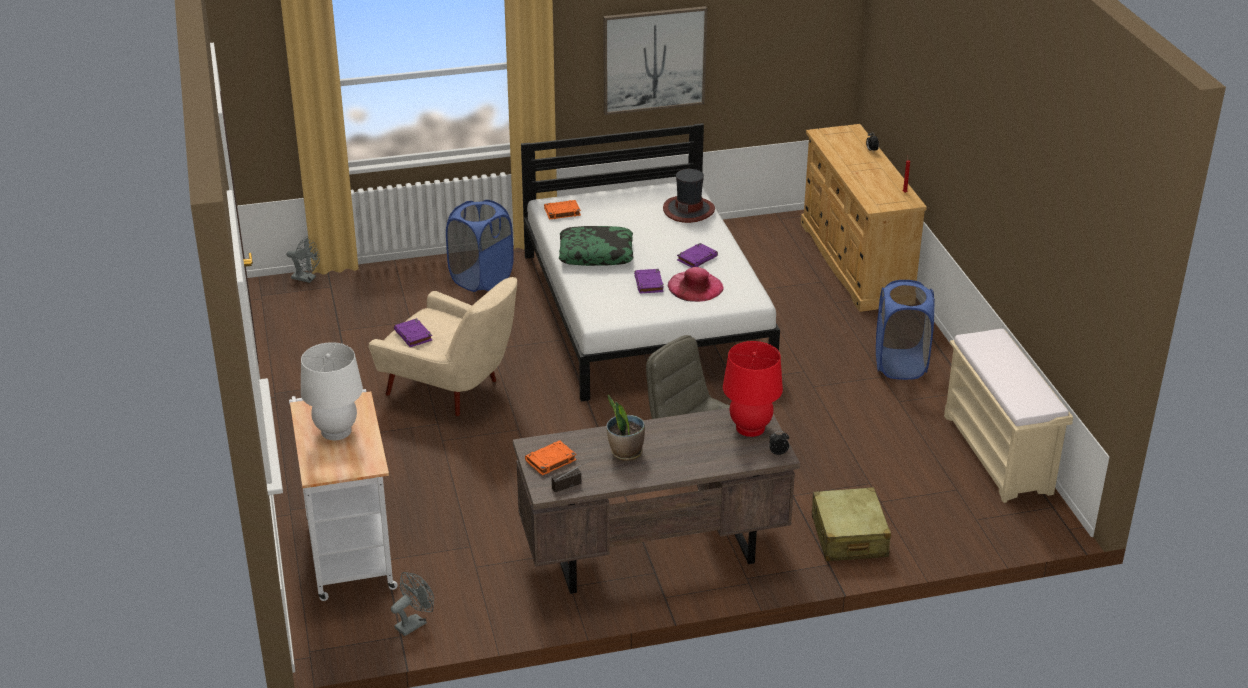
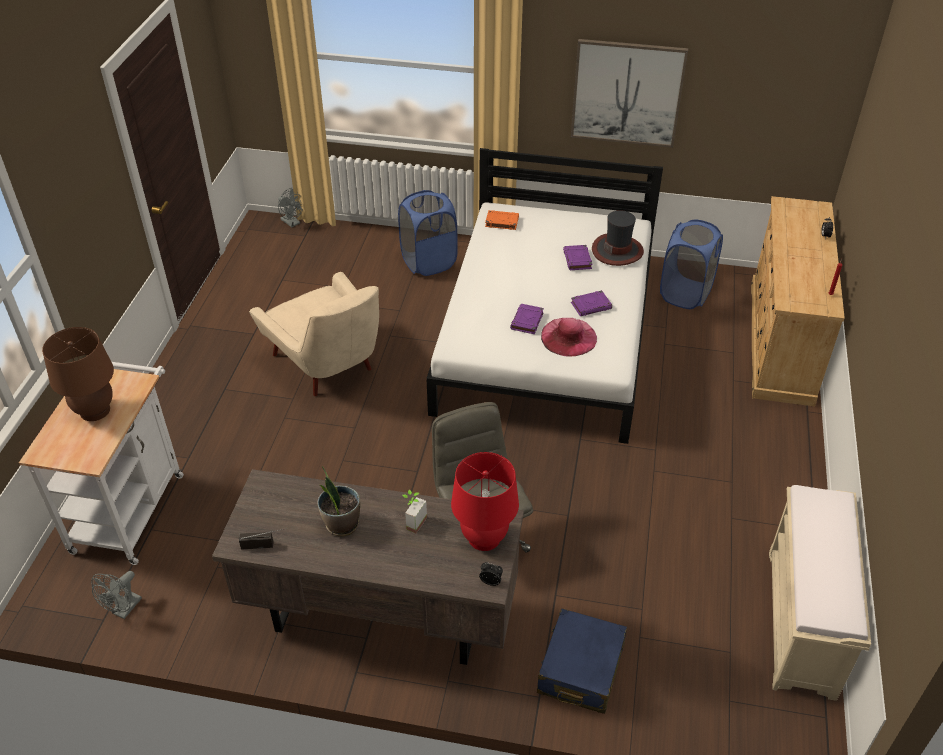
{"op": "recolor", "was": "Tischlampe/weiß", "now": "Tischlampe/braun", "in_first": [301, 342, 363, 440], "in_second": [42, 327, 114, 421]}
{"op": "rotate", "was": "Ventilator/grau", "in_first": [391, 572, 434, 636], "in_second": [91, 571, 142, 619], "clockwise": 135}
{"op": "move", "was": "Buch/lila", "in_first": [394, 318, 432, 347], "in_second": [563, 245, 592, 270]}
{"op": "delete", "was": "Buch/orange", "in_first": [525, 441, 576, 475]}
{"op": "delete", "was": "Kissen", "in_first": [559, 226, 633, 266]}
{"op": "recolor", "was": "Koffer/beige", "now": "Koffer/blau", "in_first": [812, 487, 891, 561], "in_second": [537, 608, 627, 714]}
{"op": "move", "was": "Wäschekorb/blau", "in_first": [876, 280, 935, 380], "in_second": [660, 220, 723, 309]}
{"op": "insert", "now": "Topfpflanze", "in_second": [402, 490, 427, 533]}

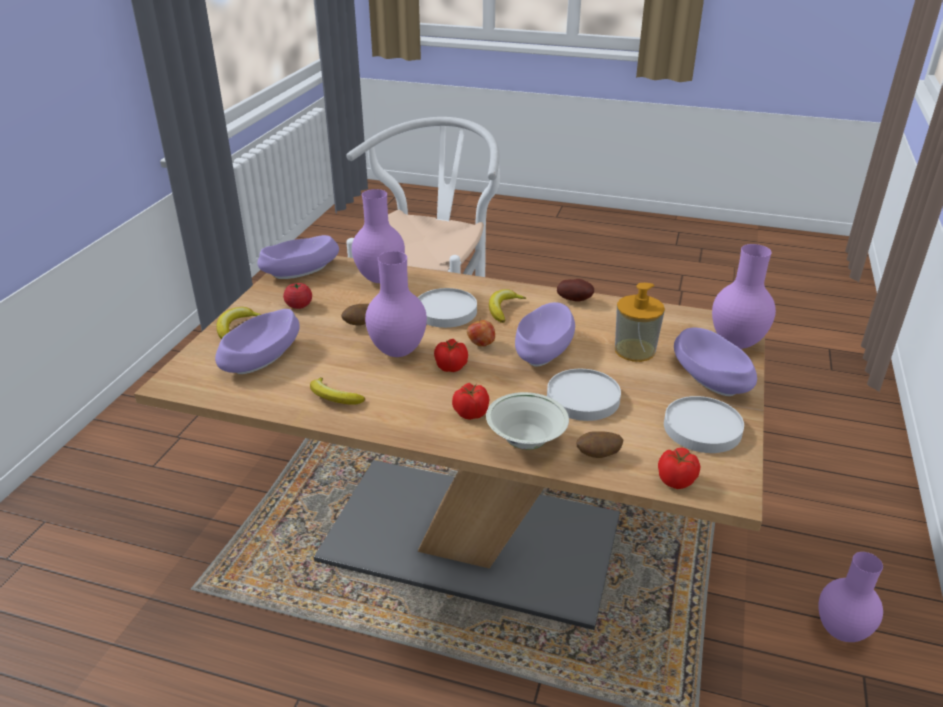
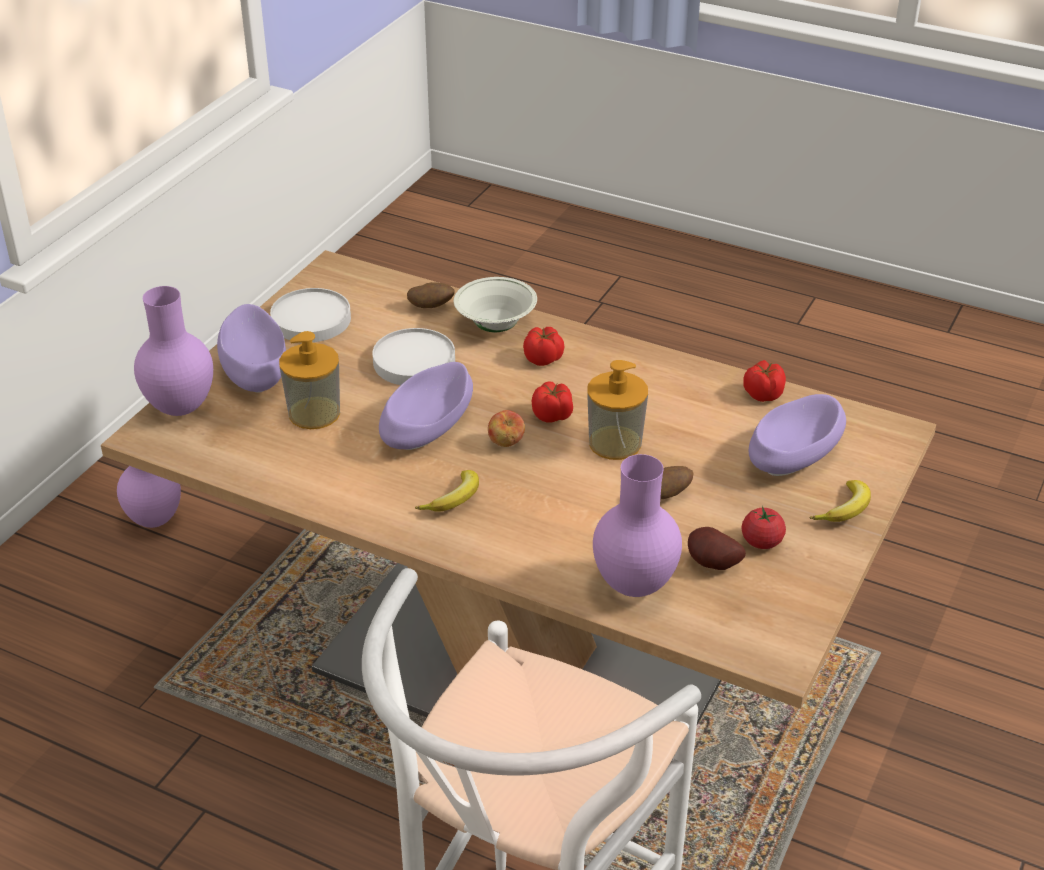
{"op": "delete", "was": "Schüssel/lila", "in_first": [257, 235, 339, 279]}
{"op": "delete", "was": "Banane", "in_first": [310, 377, 365, 405]}
{"op": "replace", "was": "Vase/lila", "now": "Seifenspender", "in_first": [365, 251, 427, 357], "in_second": [587, 360, 648, 460]}
{"op": "delete", "was": "Teller/weiß", "in_first": [418, 288, 477, 328]}
{"op": "move", "was": "Kartoffel", "in_first": [557, 279, 594, 302], "in_second": [688, 527, 746, 570]}
{"op": "move", "was": "Tomate", "in_first": [658, 448, 700, 489], "in_second": [743, 360, 786, 402]}

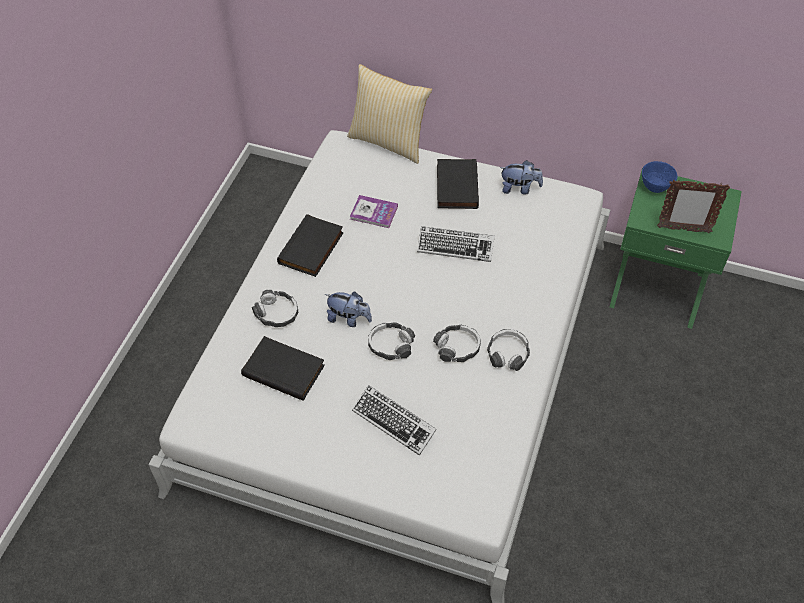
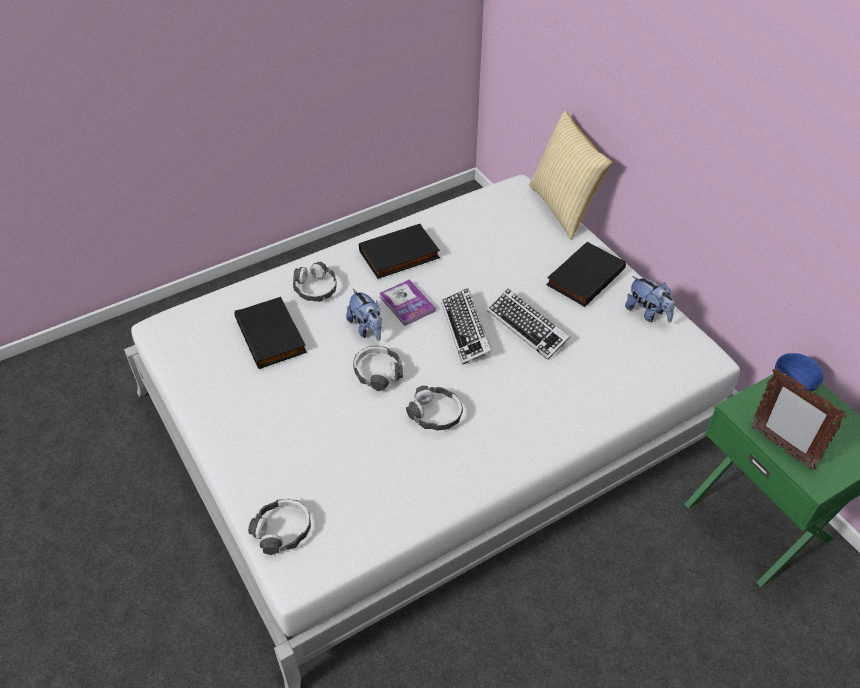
{"op": "move", "was": "Buch", "in_first": [350, 195, 398, 228], "in_second": [379, 280, 436, 326]}
{"op": "move", "was": "Tastatur", "in_first": [352, 385, 437, 456], "in_second": [441, 288, 492, 365]}
{"op": "move", "was": "Kopfhörer", "in_first": [487, 329, 530, 371], "in_second": [248, 499, 311, 555]}

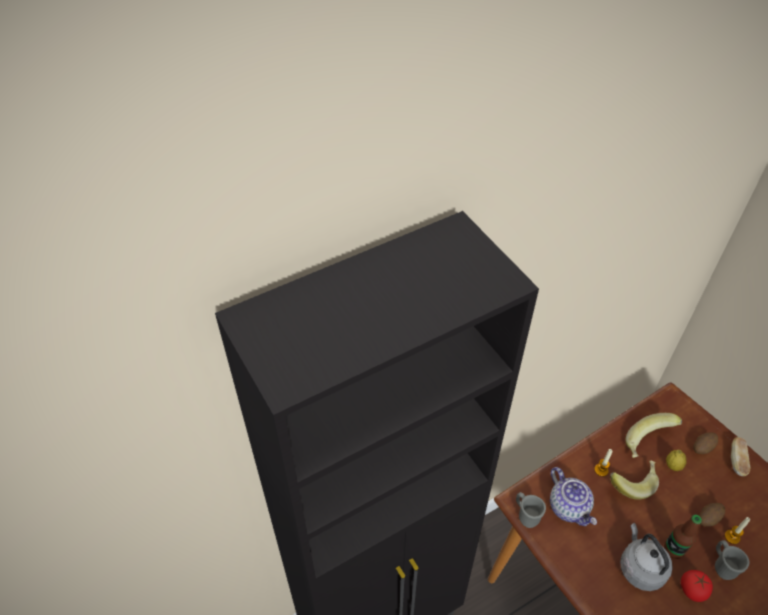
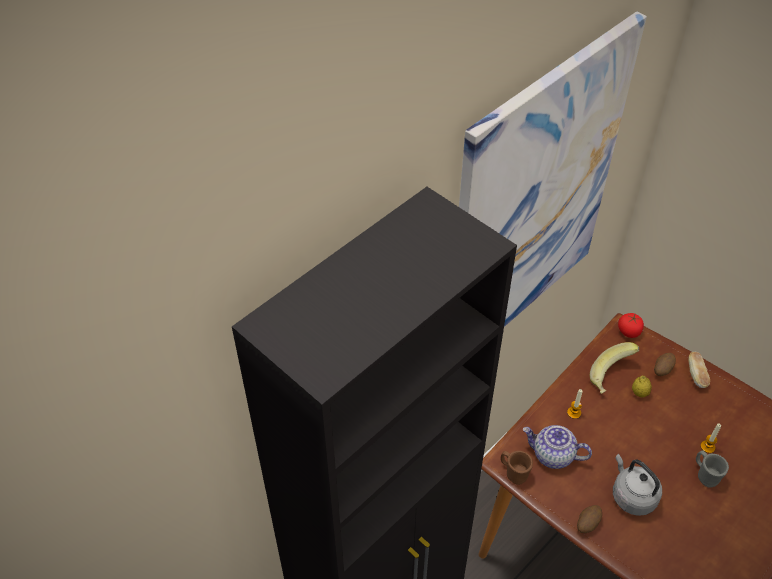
{"op": "recolor", "was": "Henkelbecher/grau", "now": "Henkelbecher/braun", "in_first": [516, 492, 546, 528], "in_second": [501, 451, 533, 485]}
{"op": "rotate", "was": "Teekanne", "in_first": [550, 467, 597, 526], "in_second": [522, 425, 592, 469], "clockwise": 150}
{"op": "delete", "was": "Banane", "in_first": [610, 460, 659, 500]}
{"op": "delete", "was": "Flasche", "in_first": [664, 515, 702, 559]}
{"op": "move", "was": "Tomate", "in_first": [681, 570, 713, 602], "in_second": [618, 313, 644, 338]}
{"op": "move", "was": "Kartoffel", "in_first": [699, 503, 725, 527], "in_second": [577, 505, 602, 533]}
{"op": "insert", "now": "Bild", "in_second": [459, 12, 647, 327]}

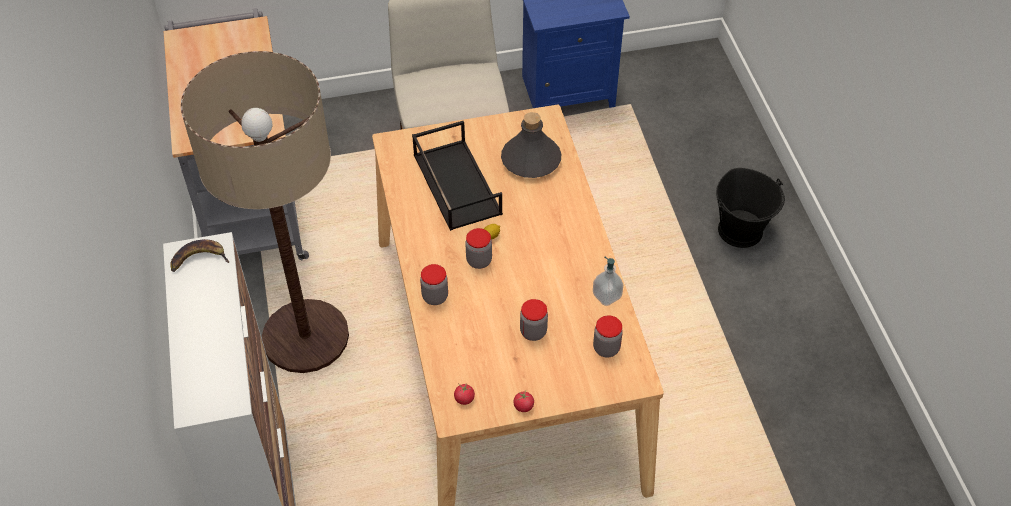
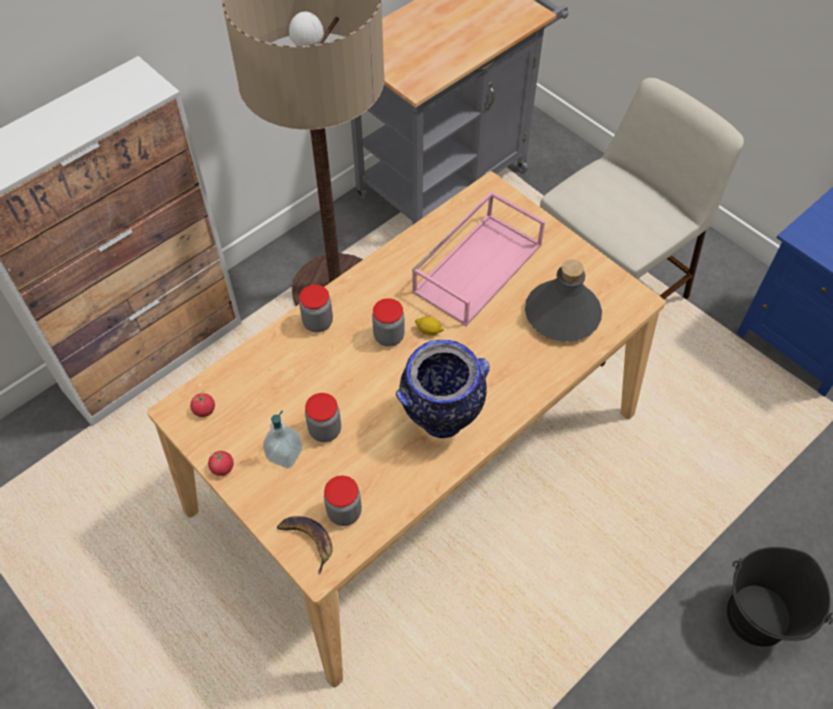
{"op": "move", "was": "Banane", "in_first": [170, 239, 230, 272], "in_second": [277, 516, 333, 574]}
{"op": "recolor", "was": "Tablett/schwarz", "now": "Tablett/rosa", "in_first": [412, 121, 503, 231], "in_second": [412, 191, 545, 326]}
{"op": "move", "was": "Seifenspender", "in_first": [593, 257, 623, 306], "in_second": [263, 410, 302, 468]}
{"op": "insert", "now": "Vase", "in_second": [396, 340, 490, 438]}

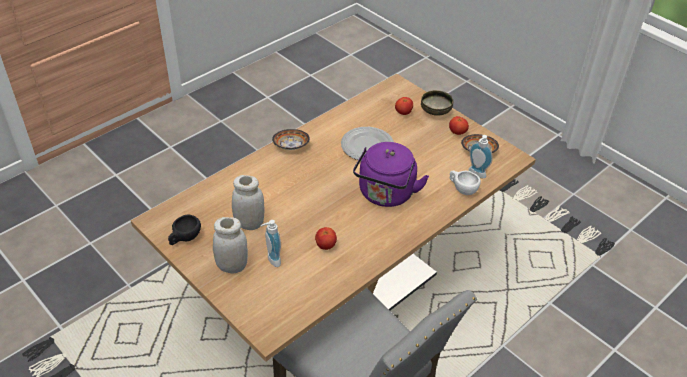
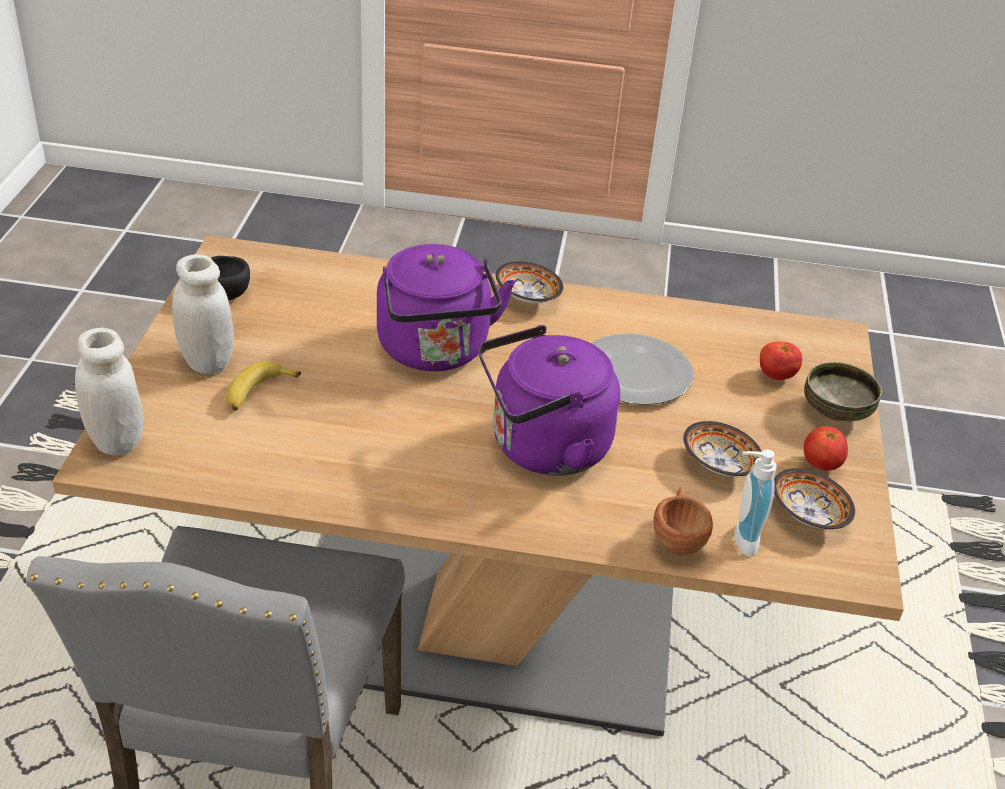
{"op": "move", "was": "Vorratsglas/weiß", "in_first": [232, 175, 265, 230], "in_second": [75, 328, 143, 456]}
{"op": "replace", "was": "Seifenspender", "now": "Banane", "in_first": [261, 220, 281, 267], "in_second": [226, 361, 301, 411]}
{"op": "delete", "was": "Tomate", "in_first": [315, 227, 337, 250]}
{"op": "recolor", "was": "Tasse/weiß", "now": "Tasse/braun", "in_first": [450, 171, 481, 195], "in_second": [654, 487, 713, 555]}
{"op": "insert", "now": "Wasserkessel/lila", "in_second": [377, 244, 515, 371]}
{"op": "insert", "now": "Schüssel", "in_second": [683, 421, 762, 476]}

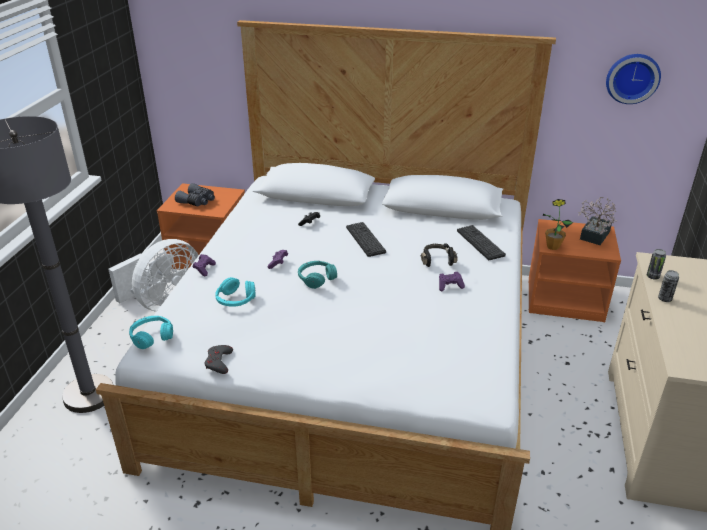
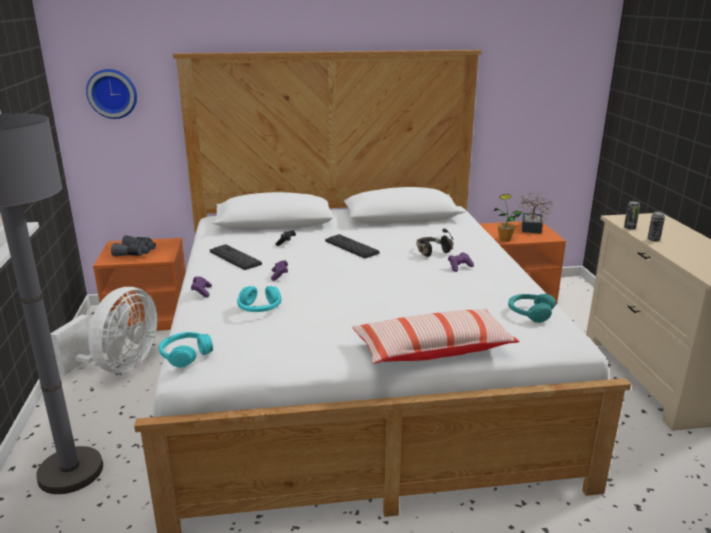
{"op": "delete", "was": "Gamepad/grau", "in_first": [205, 345, 233, 374]}
{"op": "move", "was": "Kopfhörer/türkis", "in_first": [298, 261, 337, 289], "in_second": [508, 294, 556, 323]}
{"op": "move", "was": "Tastatur", "in_first": [457, 225, 506, 260], "in_second": [210, 244, 262, 270]}
{"op": "move", "was": "Wanduhr", "in_first": [606, 54, 661, 104], "in_second": [86, 69, 137, 119]}
{"op": "insert", "now": "Kissen", "in_second": [352, 309, 519, 364]}

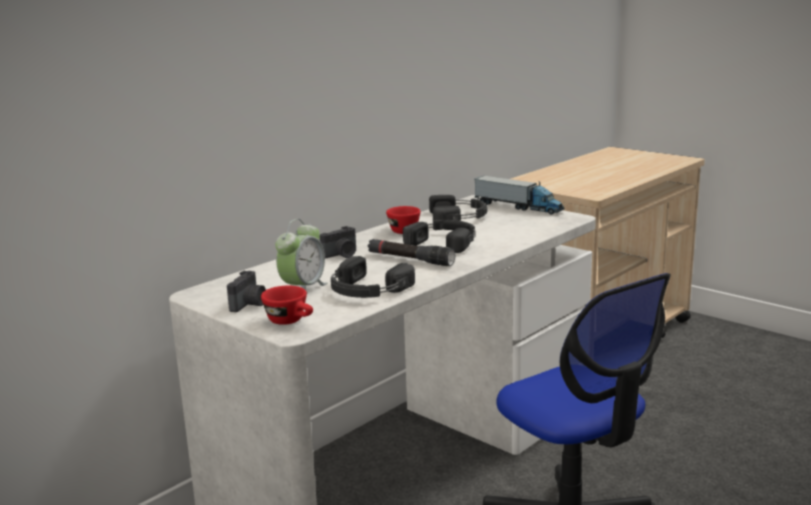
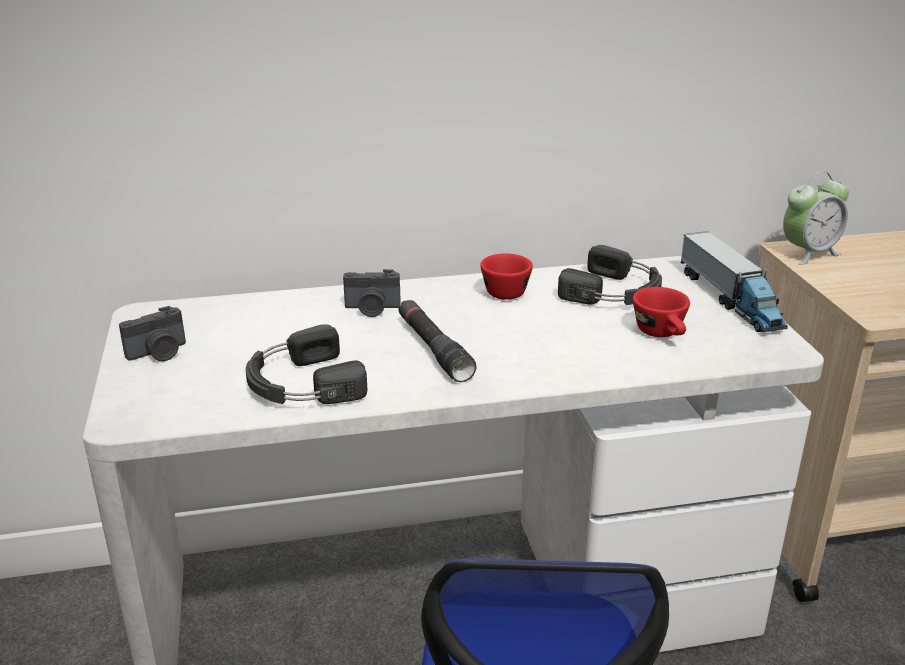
{"op": "move", "was": "Tasse/rot", "in_first": [261, 286, 313, 325], "in_second": [633, 287, 690, 337]}
{"op": "move", "was": "Wecker", "in_first": [275, 219, 327, 290], "in_second": [783, 172, 849, 265]}
{"op": "delete", "was": "Kopfhörer/schwarz", "in_first": [403, 220, 476, 253]}

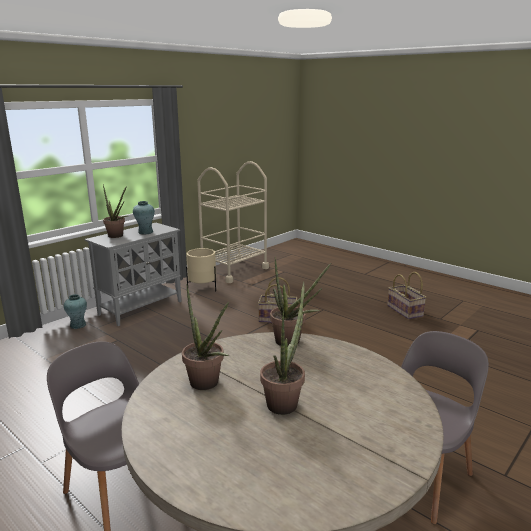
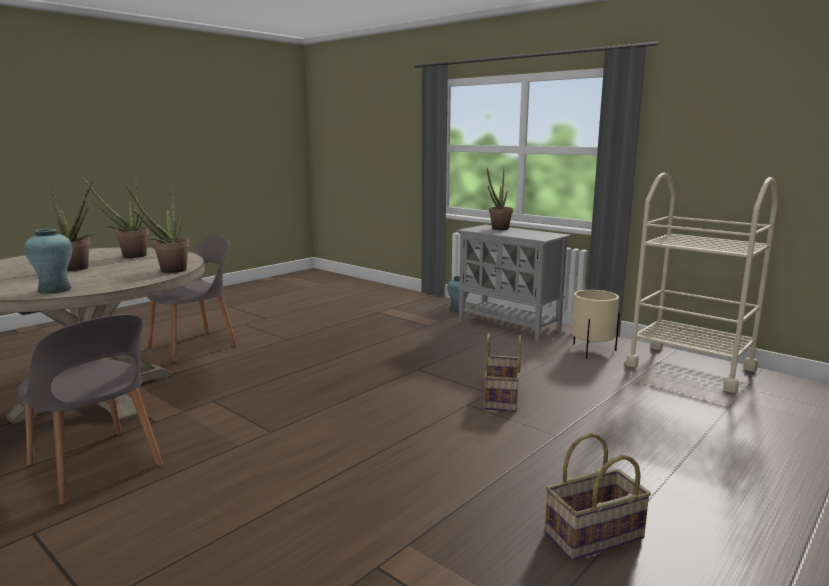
{"op": "move", "was": "Vase/türkis", "in_first": [133, 201, 155, 234], "in_second": [24, 229, 72, 294]}

